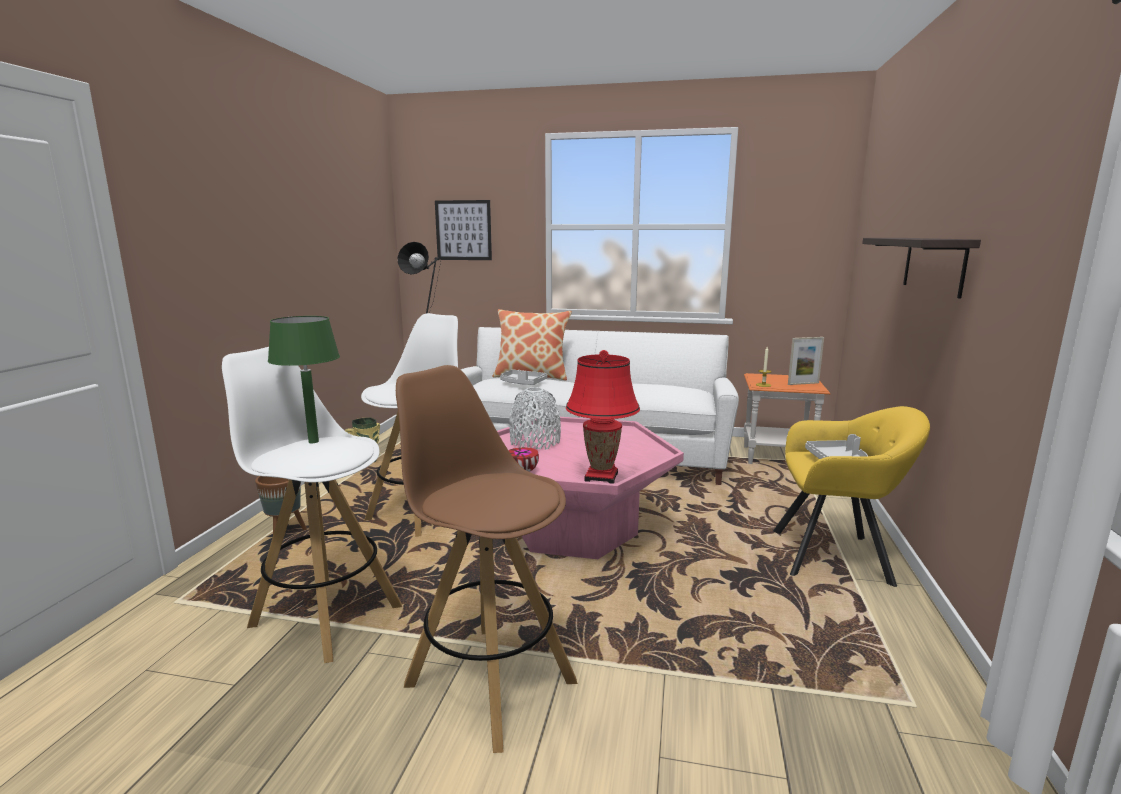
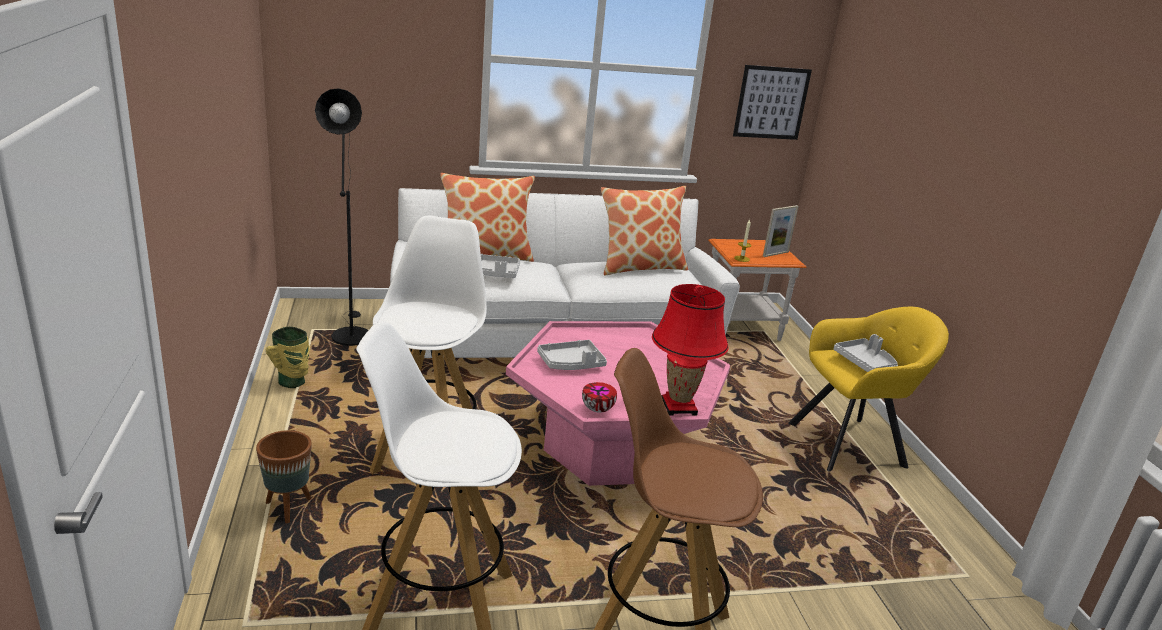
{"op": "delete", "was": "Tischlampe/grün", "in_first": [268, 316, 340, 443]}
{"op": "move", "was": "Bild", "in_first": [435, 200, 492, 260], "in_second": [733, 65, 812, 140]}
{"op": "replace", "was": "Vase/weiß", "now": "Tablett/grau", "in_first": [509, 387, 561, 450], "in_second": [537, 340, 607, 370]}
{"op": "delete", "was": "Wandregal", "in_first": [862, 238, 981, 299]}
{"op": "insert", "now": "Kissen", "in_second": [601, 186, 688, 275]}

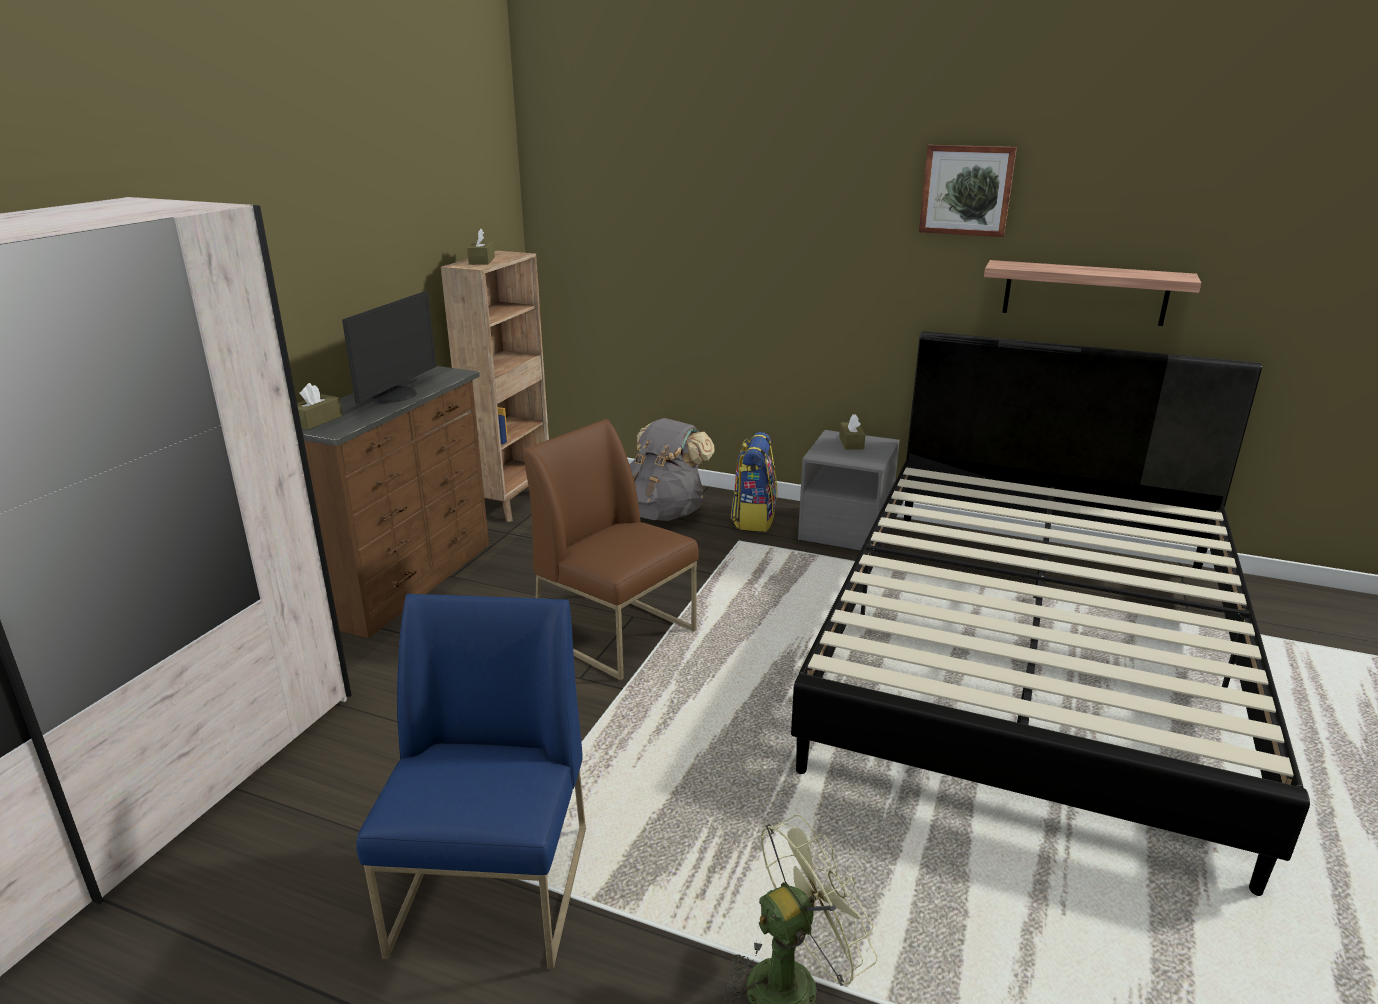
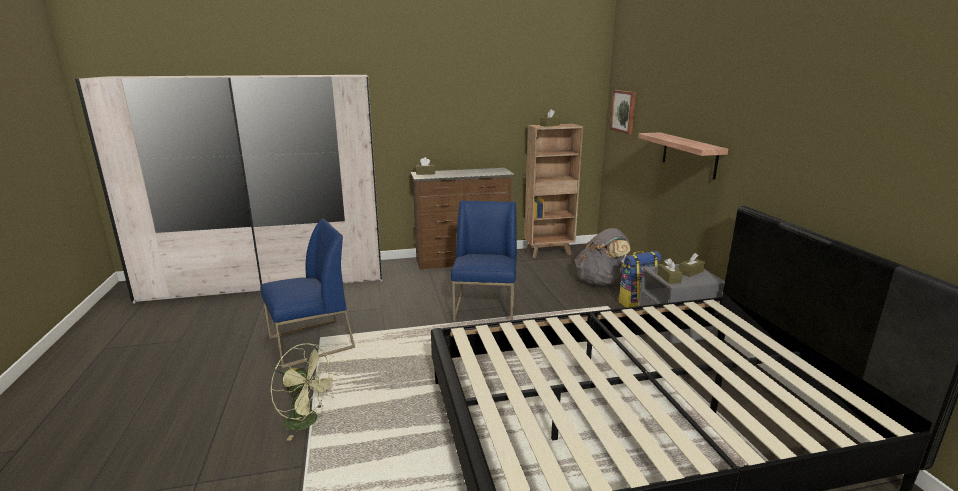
{"op": "delete", "was": "Monitor", "in_first": [342, 291, 436, 404]}
{"op": "recolor", "was": "Stuhl/braun", "now": "Stuhl/blau", "in_first": [523, 419, 699, 681], "in_second": [451, 201, 517, 321]}
{"op": "move", "was": "Bild", "in_first": [919, 145, 1017, 237], "in_second": [610, 90, 636, 135]}
{"op": "move", "was": "Wandregal", "in_first": [984, 260, 1201, 326], "in_second": [638, 132, 728, 180]}
{"op": "insert", "now": "Taschentuchbox/braun", "in_second": [657, 258, 683, 284]}

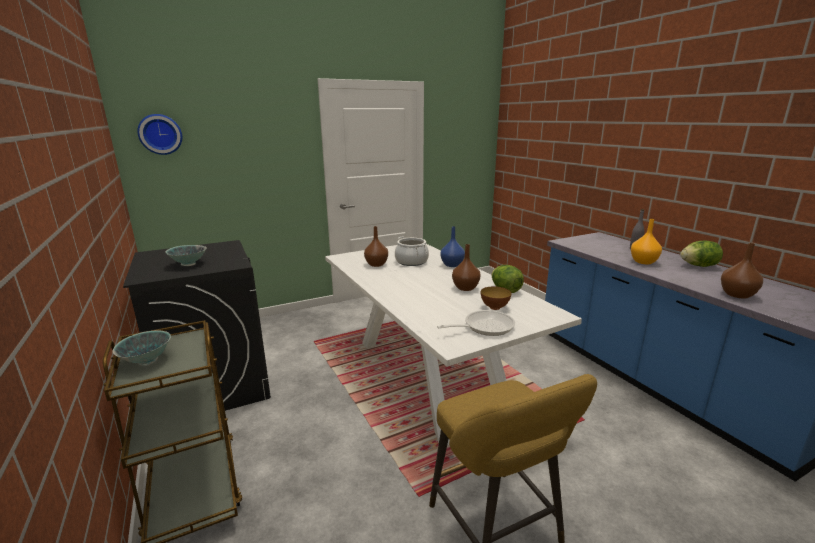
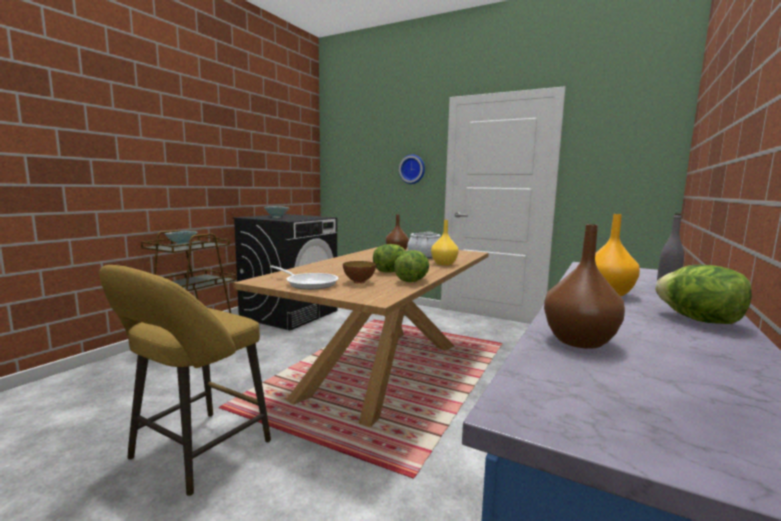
{"op": "move", "was": "Wanduhr", "in_first": [137, 114, 182, 155], "in_second": [399, 154, 425, 184]}
{"op": "recolor", "was": "Esstisch/weiß", "now": "Esstisch/braun", "in_first": [325, 244, 582, 445], "in_second": [233, 247, 489, 427]}
{"op": "recolor", "was": "Vase/blau", "now": "Vase/gelb", "in_first": [441, 226, 465, 267], "in_second": [431, 220, 459, 265]}
{"op": "replace", "was": "Vase/braun", "now": "Salatkopf", "in_first": [452, 244, 480, 291], "in_second": [373, 244, 406, 273]}

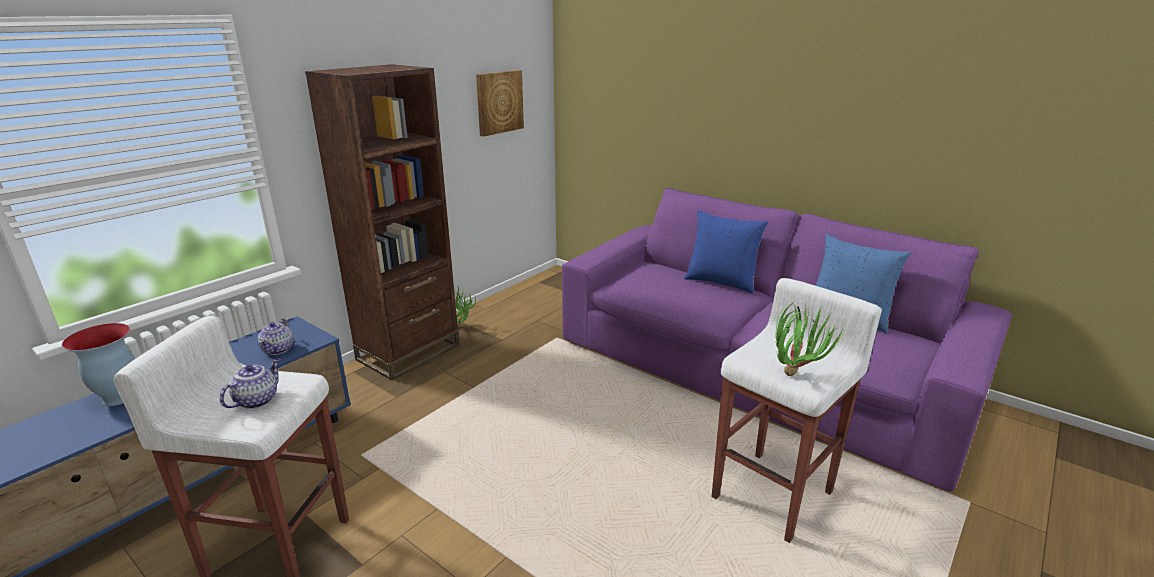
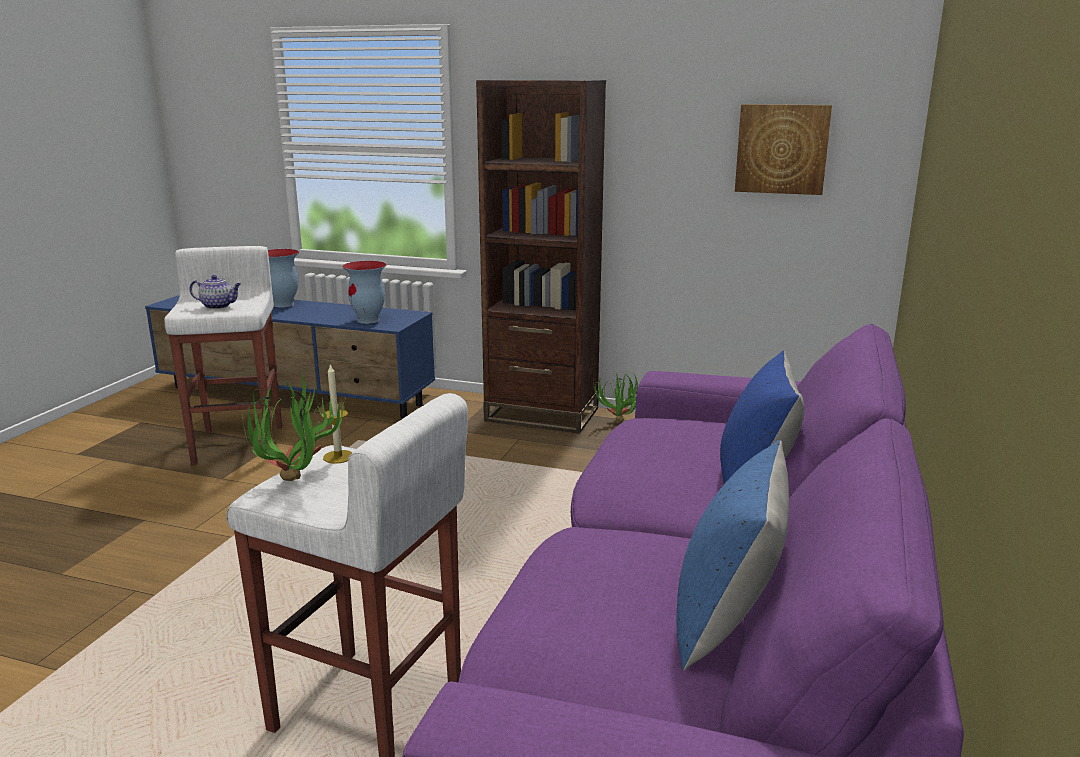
{"op": "replace", "was": "Teekanne", "now": "Vase", "in_first": [258, 318, 293, 355], "in_second": [342, 261, 387, 324]}
{"op": "insert", "now": "Kerze", "in_second": [321, 363, 352, 464]}

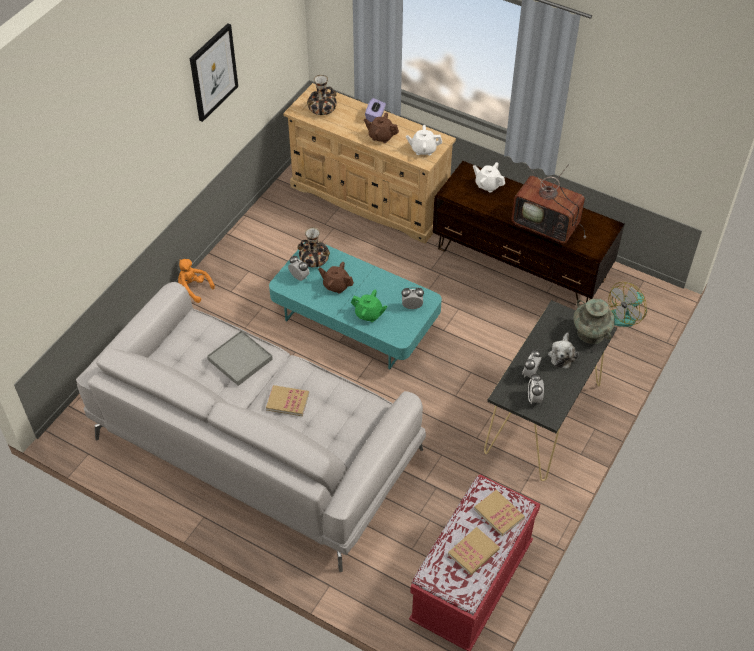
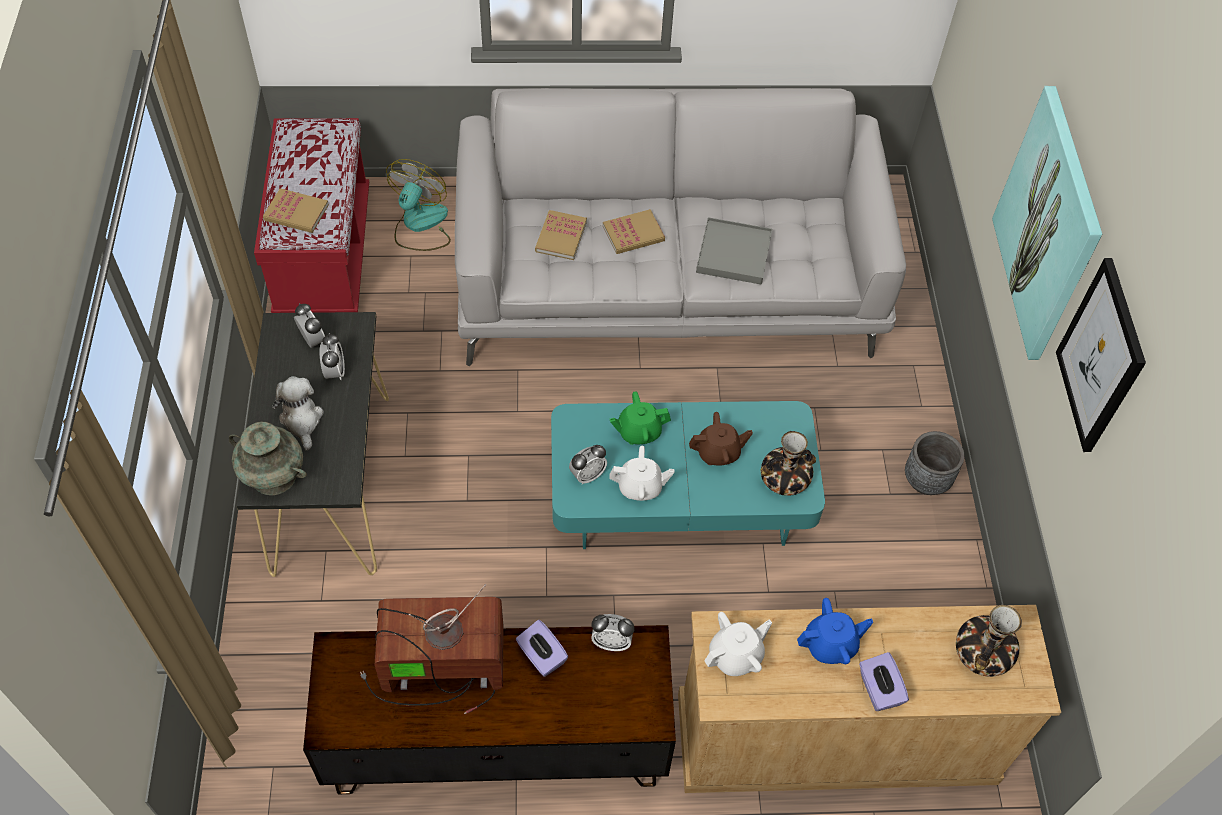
{"op": "delete", "was": "Plüschtier/orange", "in_first": [178, 259, 215, 303]}
{"op": "move", "was": "Wecker", "in_first": [288, 256, 310, 281], "in_second": [591, 614, 634, 651]}
{"op": "recolor", "was": "Teekanne/braun", "now": "Teekanne/blau", "in_first": [364, 112, 399, 143], "in_second": [797, 598, 873, 664]}
{"op": "move", "was": "Buch", "in_first": [448, 527, 500, 575], "in_second": [535, 210, 587, 260]}
{"op": "move", "was": "Teekanne/weiß", "in_first": [473, 162, 505, 193], "in_second": [609, 446, 674, 501]}
{"op": "move", "was": "Ventilator", "in_first": [608, 282, 647, 327], "in_second": [386, 159, 451, 251]}
{"op": "insert", "now": "Taschentuchbox/lila", "in_second": [516, 620, 569, 677]}
{"op": "insert", "now": "Pflanzkübel/grau", "in_second": [905, 431, 964, 495]}
{"op": "insert", "now": "Bild", "in_second": [992, 86, 1102, 360]}

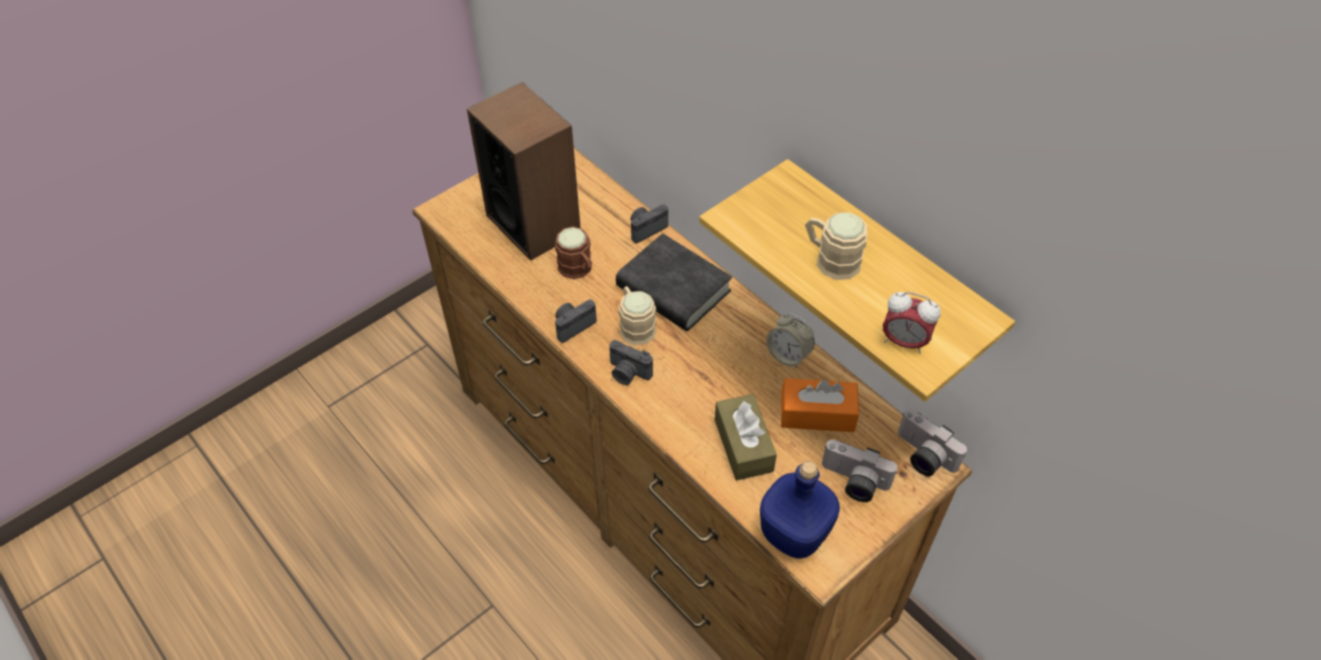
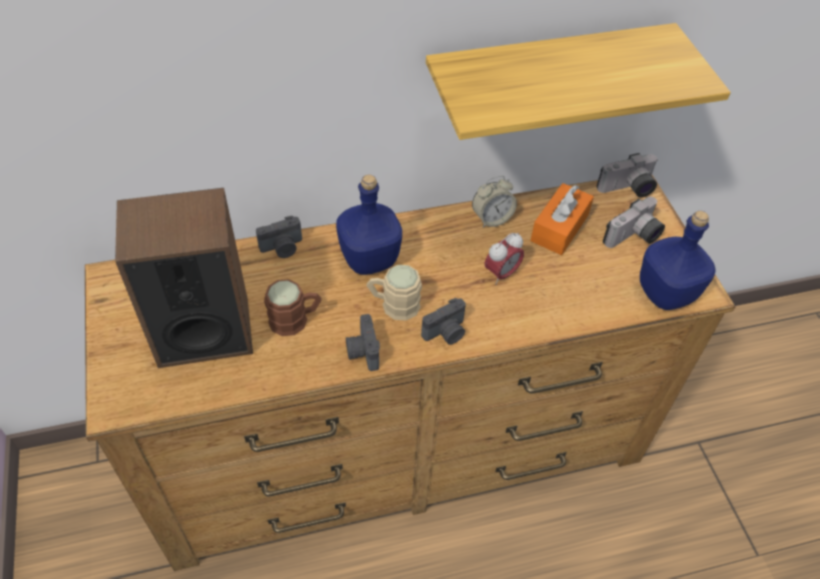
{"op": "replace", "was": "Buch/schwarz", "now": "Flasche/blau", "in_first": [616, 233, 732, 331], "in_second": [336, 175, 402, 275]}
{"op": "rotate", "was": "Kamera", "in_first": [630, 204, 668, 243], "in_second": [256, 216, 302, 258], "clockwise": -105}
{"op": "delete", "was": "Taschentuchbox/braun", "in_first": [715, 394, 777, 480]}
{"op": "delete", "was": "Henkelbecher/beige", "in_first": [805, 212, 868, 280]}
{"op": "move", "was": "Wecker", "in_first": [883, 292, 941, 354], "in_second": [485, 233, 524, 285]}

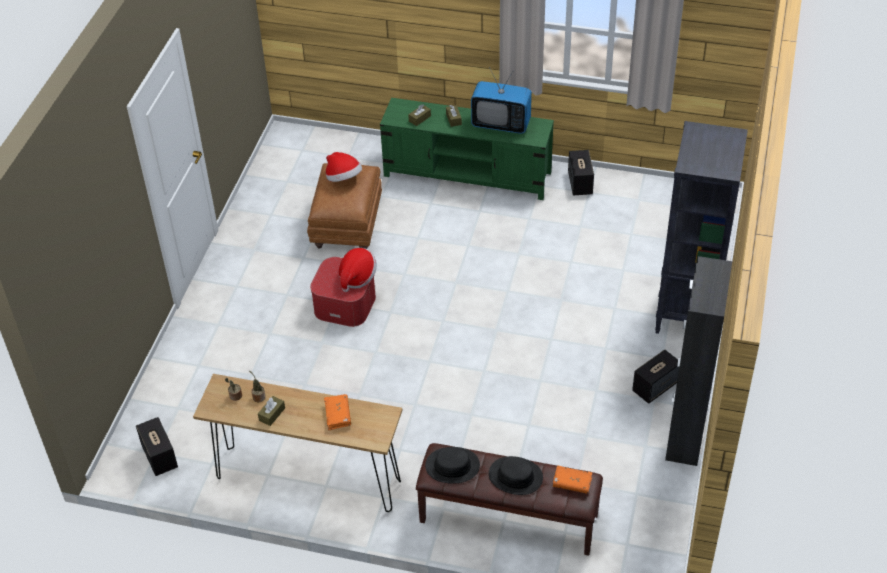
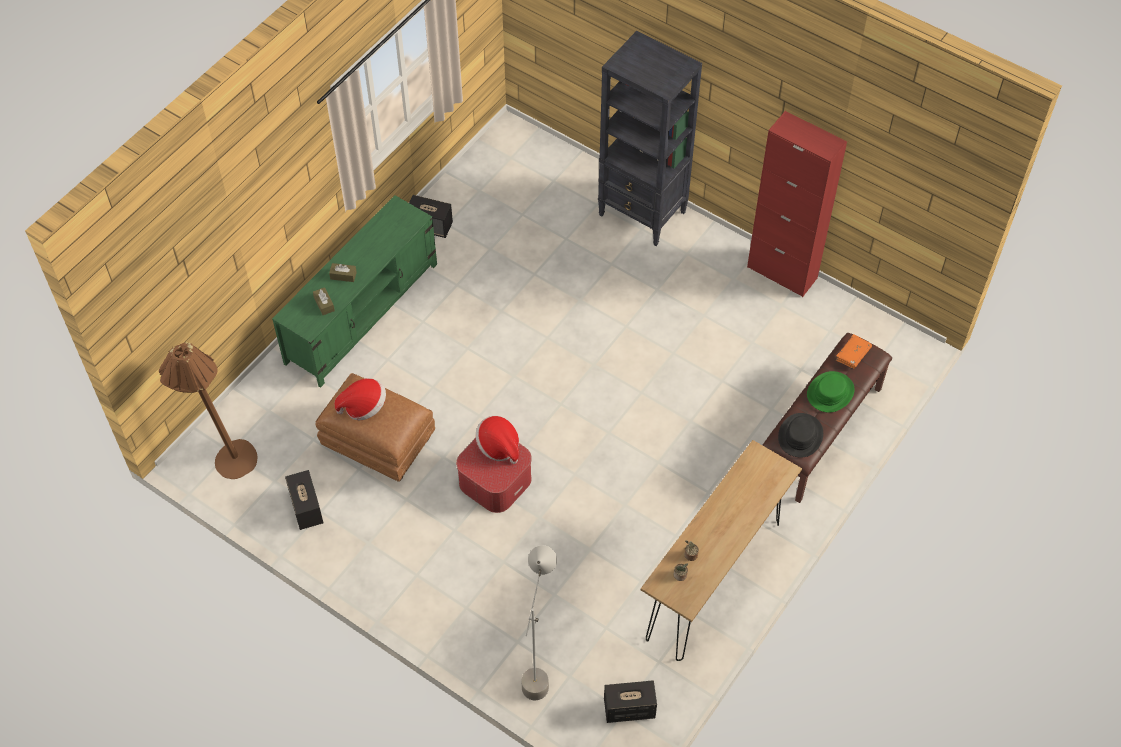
{"op": "delete", "was": "Taschentuchbox/braun", "in_first": [258, 396, 285, 426]}
{"op": "delete", "was": "Buch/orange", "in_first": [324, 394, 351, 430]}
{"op": "delete", "was": "Fernseher", "in_first": [471, 67, 532, 134]}
{"op": "recolor", "was": "Hut/schwarz", "now": "Hut/grün", "in_first": [489, 456, 543, 495], "in_second": [807, 371, 855, 413]}
{"op": "move", "was": "Lautsprecher", "in_first": [632, 350, 679, 404], "in_second": [285, 470, 324, 530]}
{"op": "recolor", "was": "Schrank/schwarz", "now": "Schrank/rot", "in_first": [665, 256, 732, 466], "in_second": [747, 111, 847, 297]}
{"op": "insert", "now": "Stehlampe/braun", "in_second": [159, 341, 258, 479]}
{"op": "insert", "now": "Stehlampe/grau", "in_second": [522, 545, 557, 700]}

